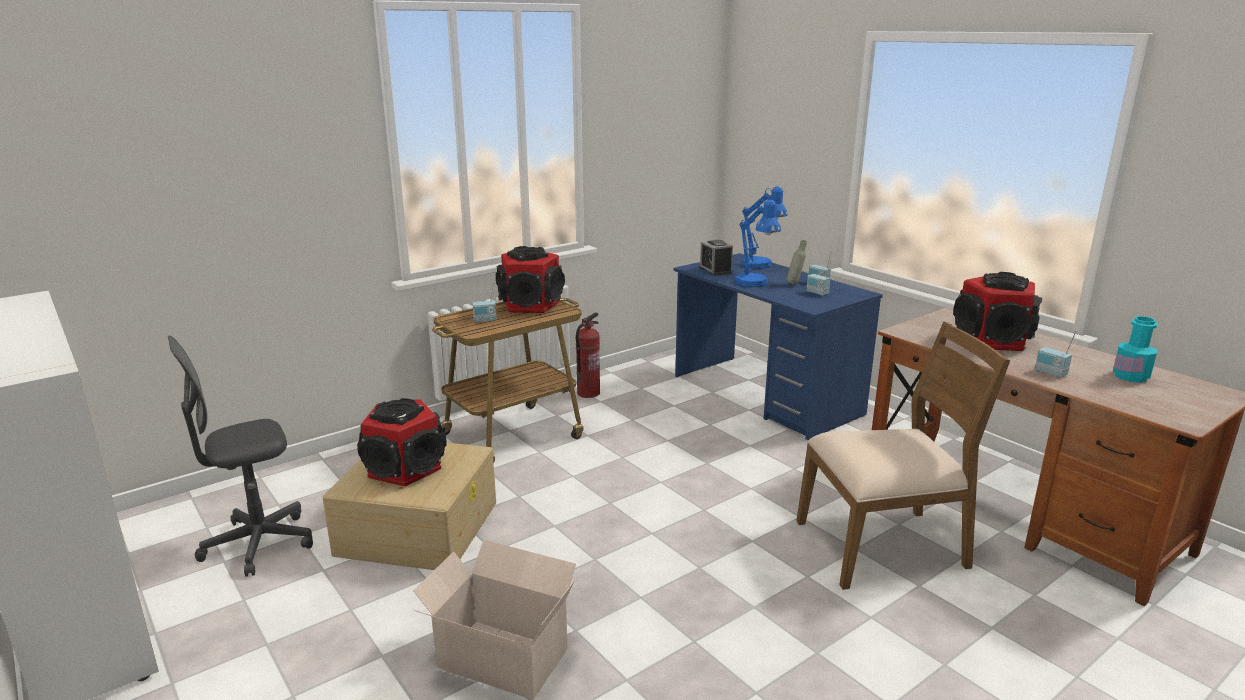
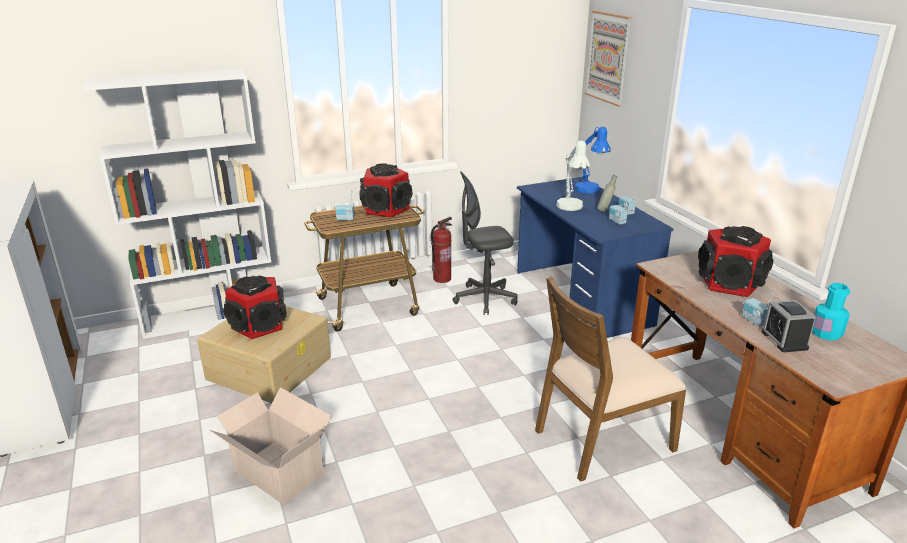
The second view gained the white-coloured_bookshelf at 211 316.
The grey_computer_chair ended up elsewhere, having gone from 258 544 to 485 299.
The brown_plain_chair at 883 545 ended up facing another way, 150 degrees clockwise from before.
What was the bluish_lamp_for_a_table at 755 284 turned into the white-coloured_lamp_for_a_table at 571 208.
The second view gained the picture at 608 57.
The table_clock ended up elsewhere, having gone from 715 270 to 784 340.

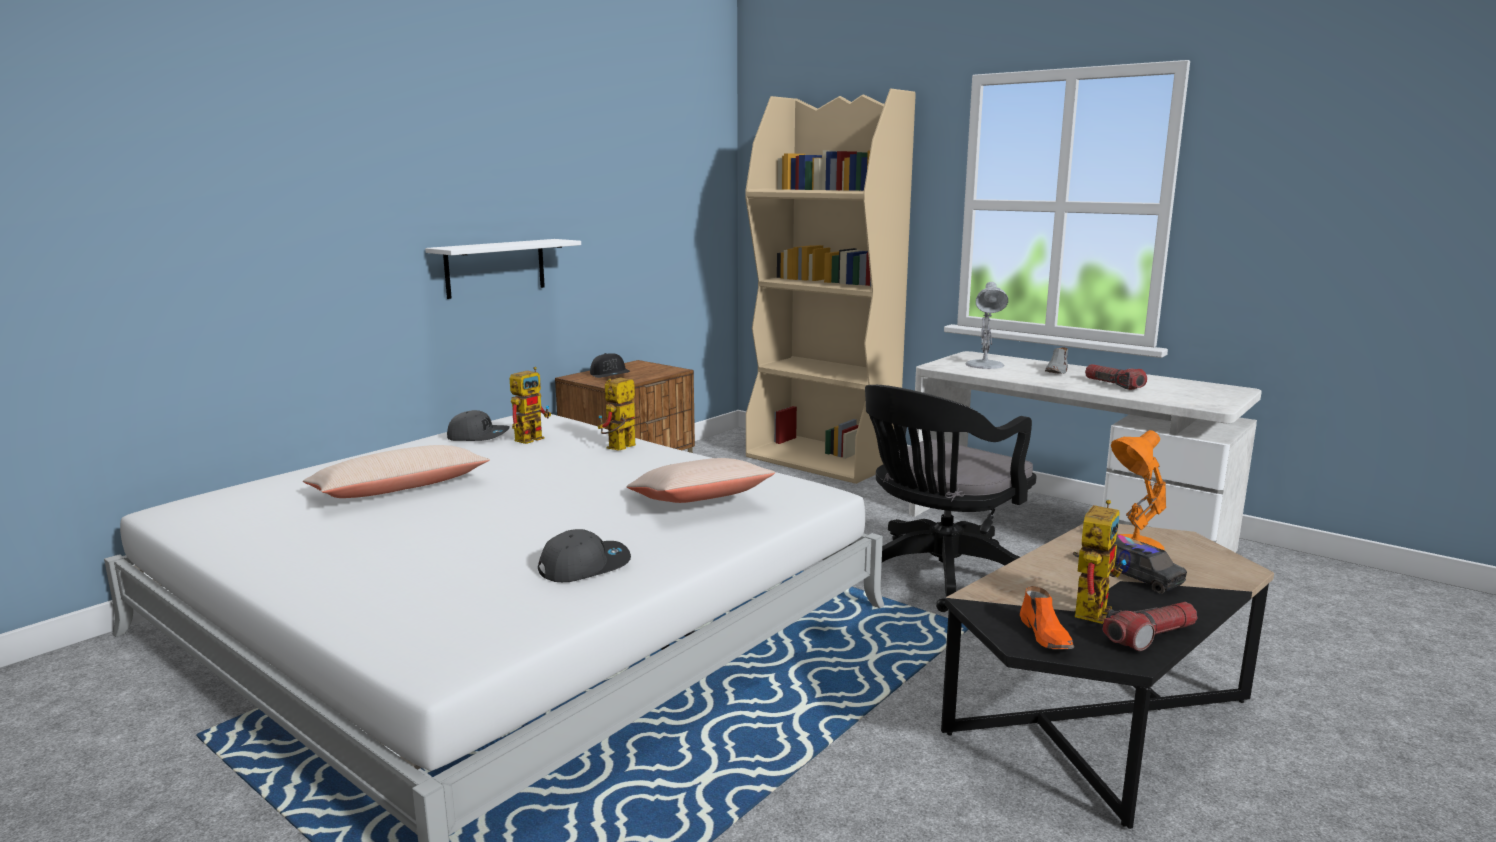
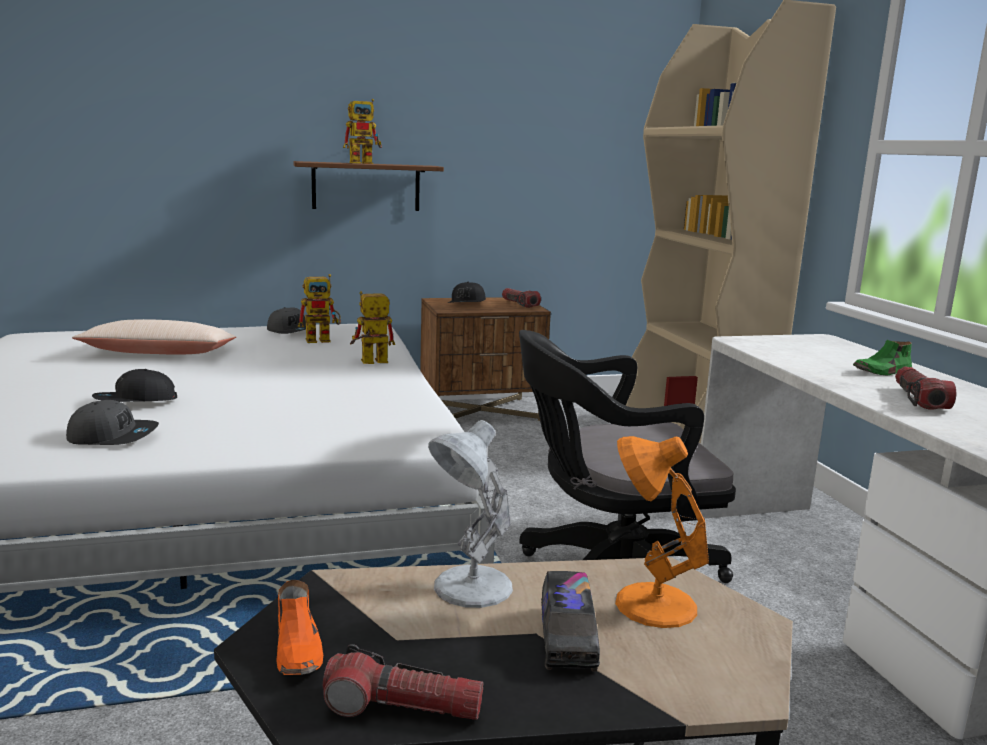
The second view gained the black_baseball_cap at 135 401.
The orange_shoe at 1046 636 ended up facing another way, 45 degrees counterclockwise from before.
What was the white-coloured_wall_shelf at 495 268 turned into the brown_wall_shelf at 366 186.
The toy_robot ended up elsewhere, having gone from 1090 607 to 366 163.
The white-coloured_lamp_for_a_table ended up elsewhere, having gone from 985 365 to 470 588.
The second view gained the torch at 519 304.
What was the grey_shoe at 1057 371 turned into the green-coloured_shoe at 882 371.
The second view lost the beige-coloured_cushion at 699 502.

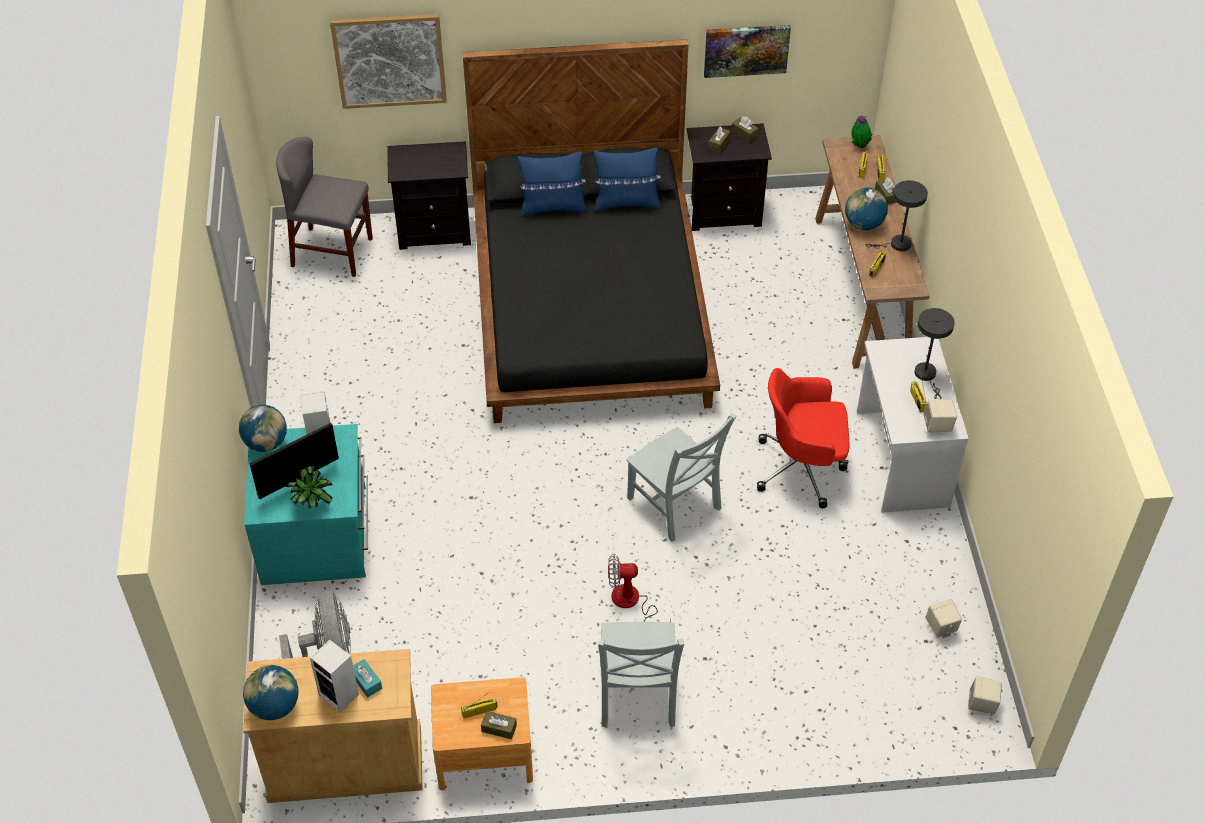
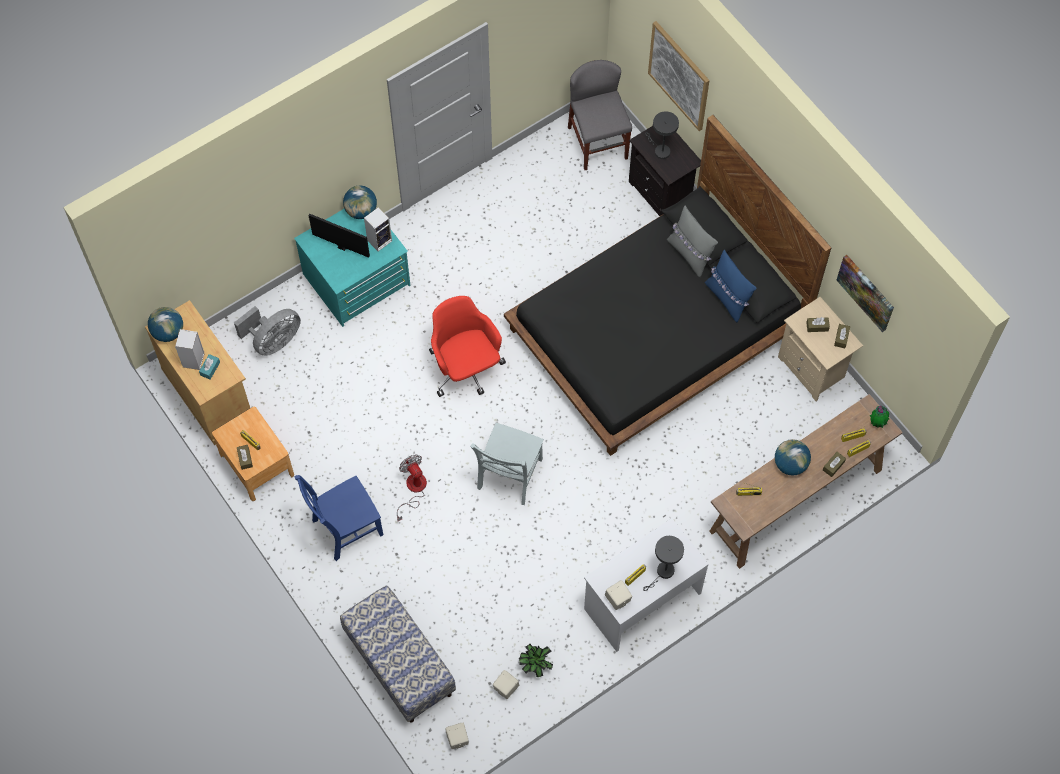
What was the grey_plain_chair at 637 697 turned into the bluish_plain_chair at 344 528.
The second view gained the long_seat at 399 664.
The reddish_computer_chair ended up elsewhere, having gone from 802 468 to 466 368.
The potted_plant ended up elsewhere, having gone from 313 505 to 534 665.
The grey_lamp_for_a_table ended up elsewhere, having gone from 897 245 to 660 150.
What was the bluish_cushion at 553 208 turned into the grey_cushion at 690 254.
What was the black_night_table at 724 212 turned into the beige-coloured_night_table at 813 368.

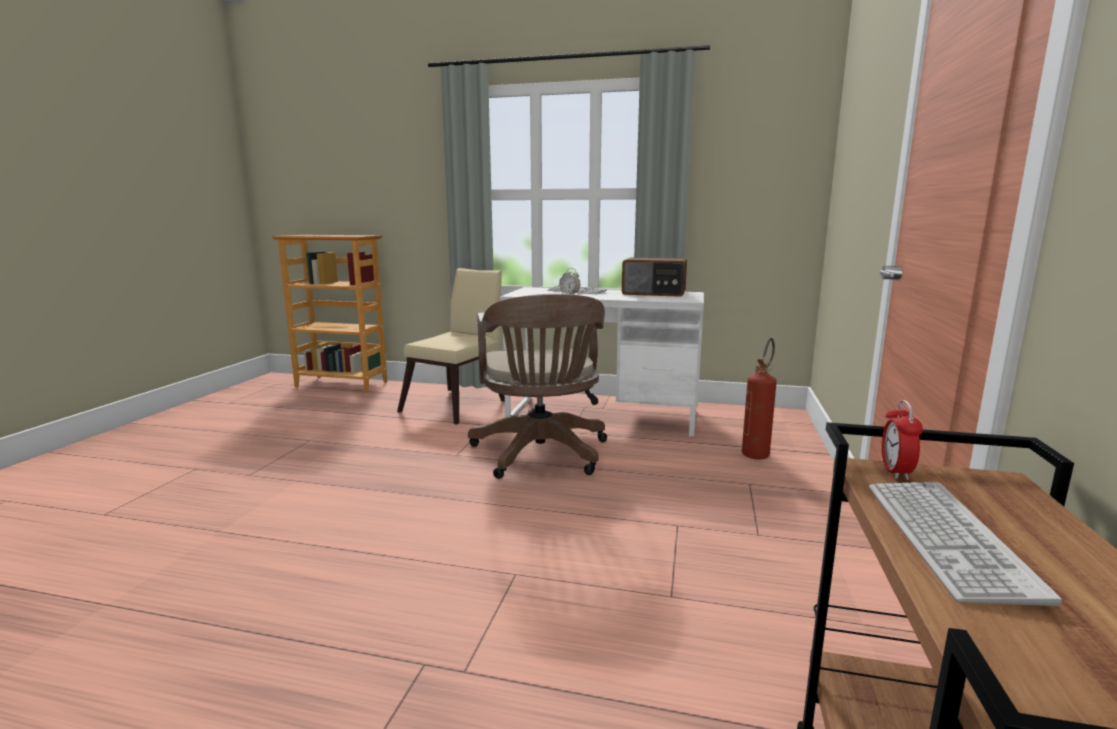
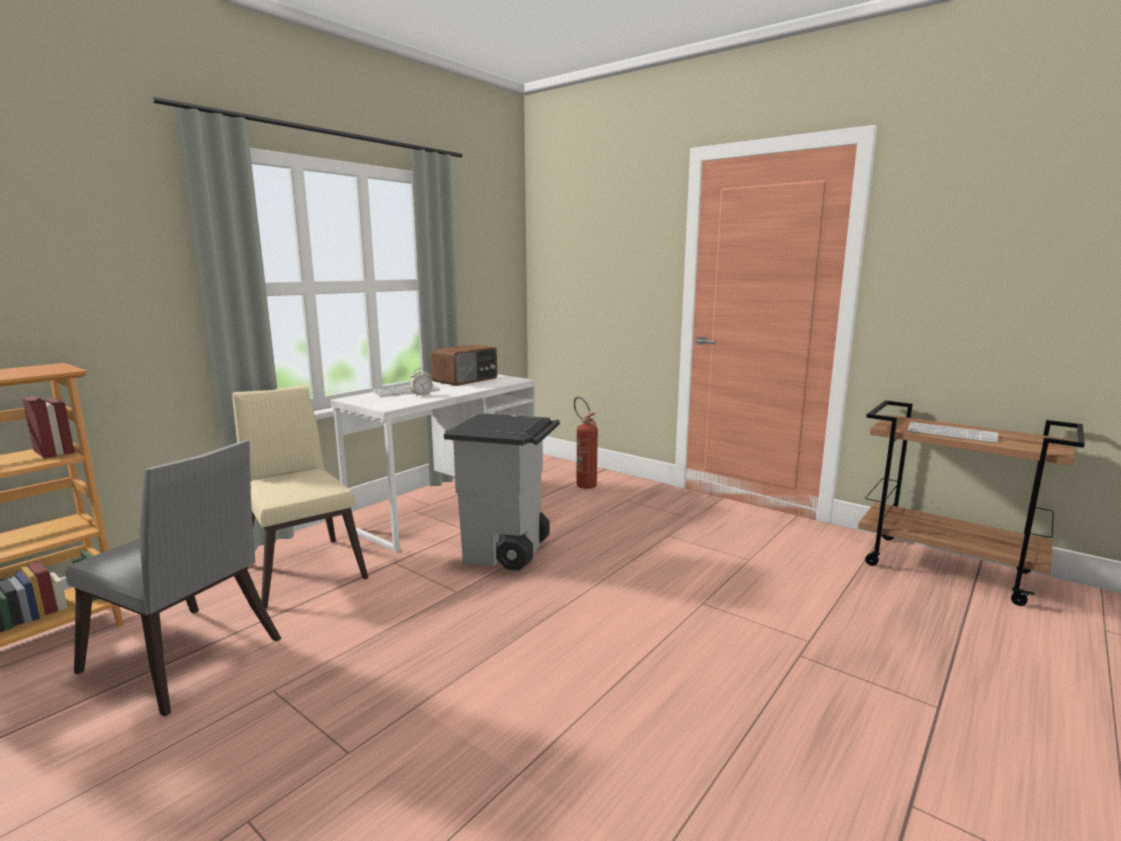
The second view gained the grey_plain_chair at 187 661.
Where the brown_computer_chair stood at 541 455, the grey_rubbish_bin came to stand at 506 552.
The second view lost the table_clock at 895 472.

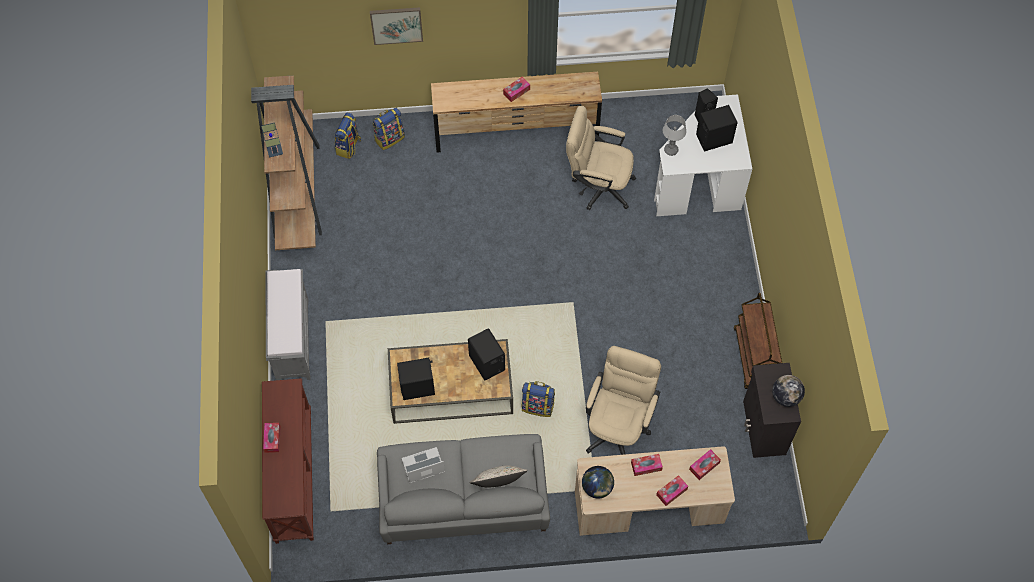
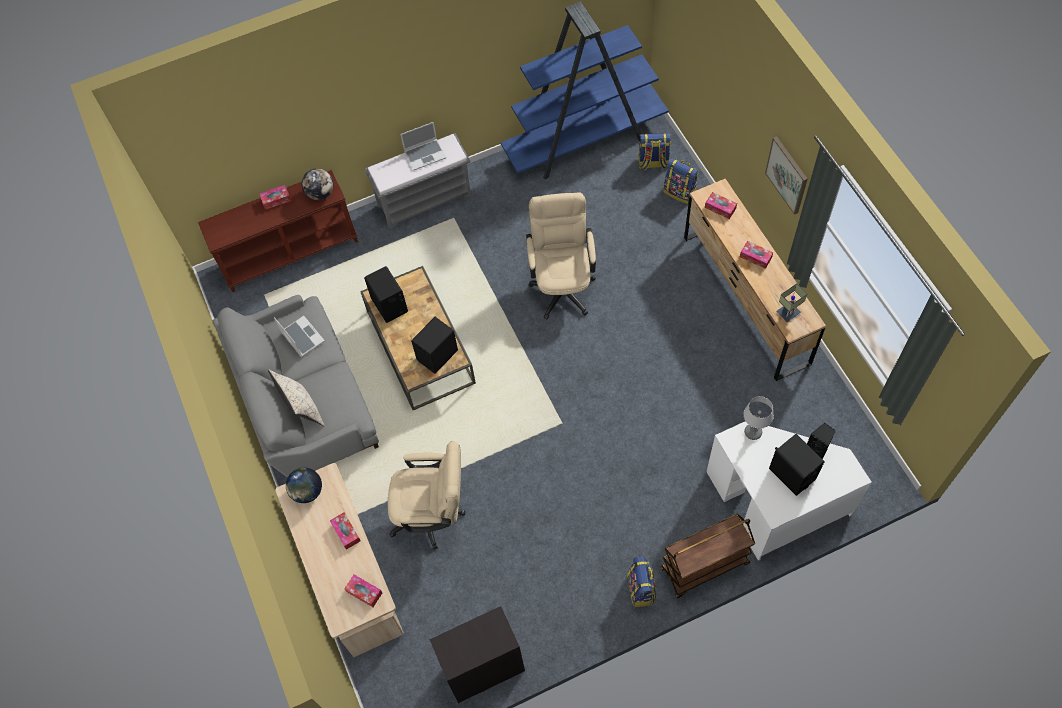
The world_globe ended up elsewhere, having gone from 785 397 to 320 193.
The second view gained the laptop at 425 154.
What was the brown_bookshelf at 296 189 turned into the bluish_bookshelf at 585 141.
The beige-coloured_computer_chair ended up elsewhere, having gone from 598 185 to 562 284.
The backpack ended up elsewhere, having gone from 538 406 to 641 589.
The brown_cart ended up elsewhere, having gone from 753 358 to 704 567.
The tissue_holder ended up elsewhere, having gone from 671 492 to 720 208.
The picture ended up elsewhere, having gone from 396 25 to 787 175.
The lamp_for_a_table ended up elsewhere, having gone from 273 149 to 788 311.

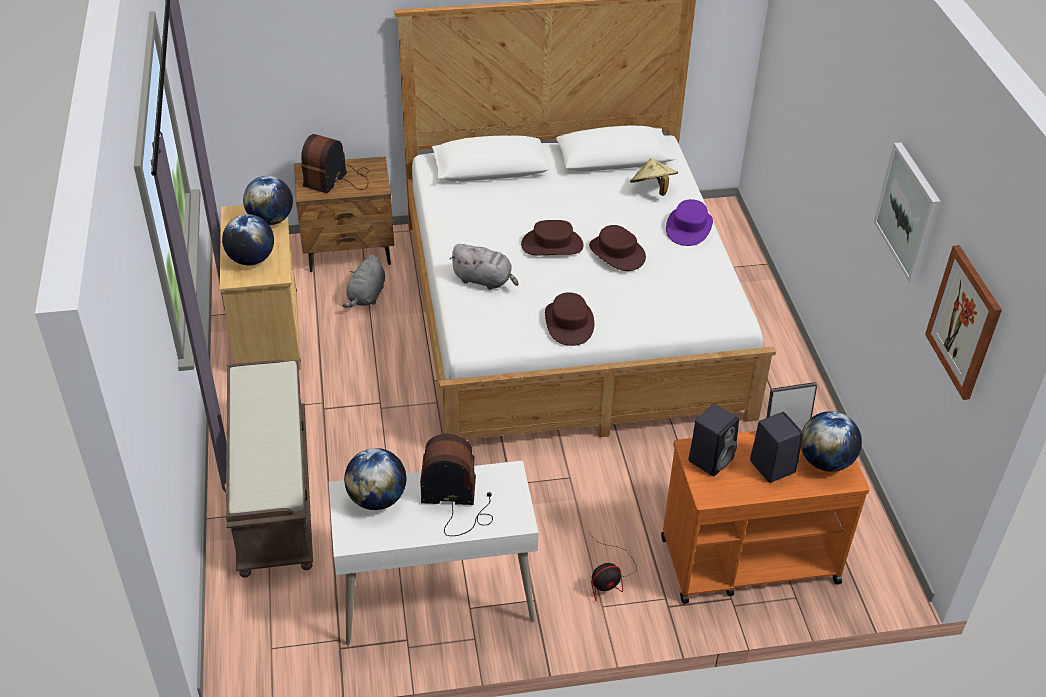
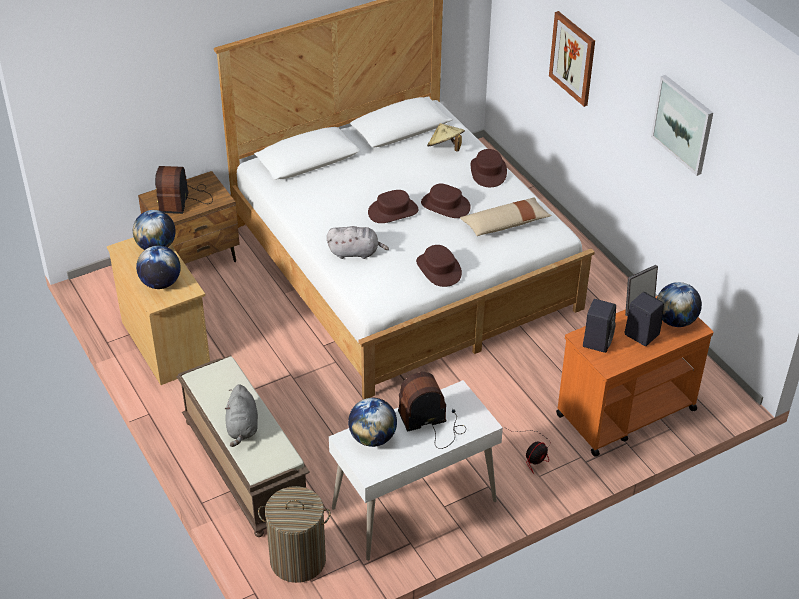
The grey_plush_toy ended up elsewhere, having gone from 366 296 to 242 427.
The second view gained the washing_basket at 297 560.
The second view gained the beige-coloured_cushion at 505 224.
What was the purple_wearable_hat at 689 227 turned into the brown_wearable_hat at 488 172.
The picture ended up elsewhere, having gone from 964 322 to 573 58.

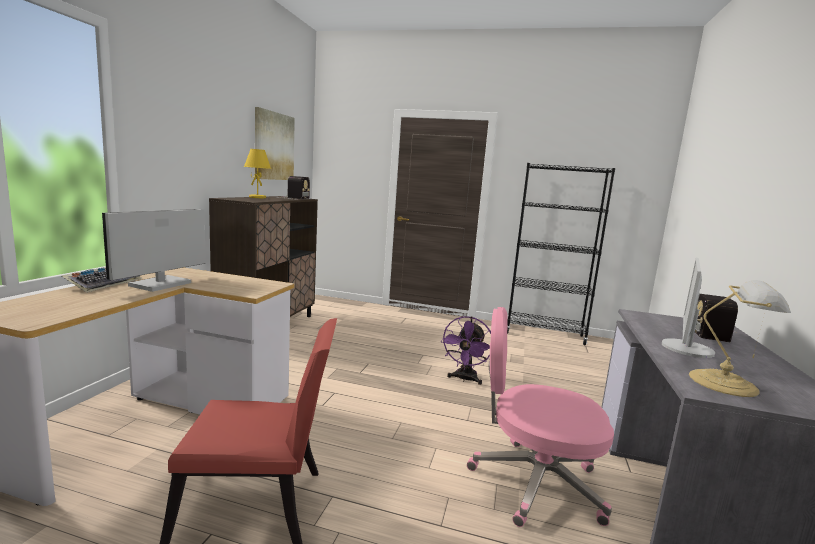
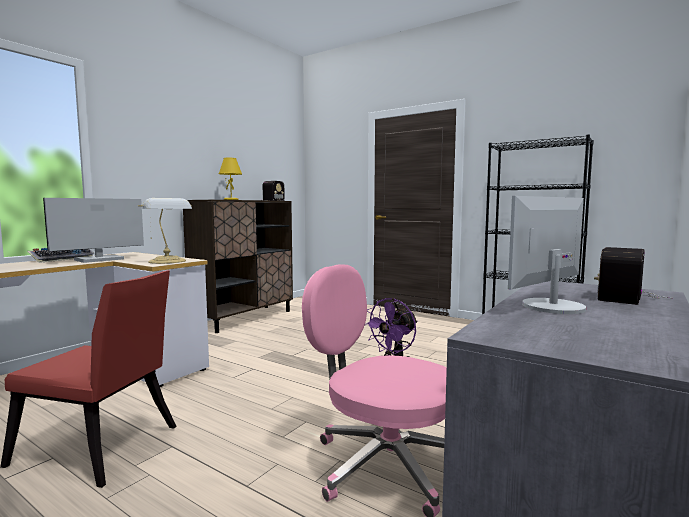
The lamp_for_a_table ended up elsewhere, having gone from 727 383 to 168 261.
The second view lost the picture at 273 146.

